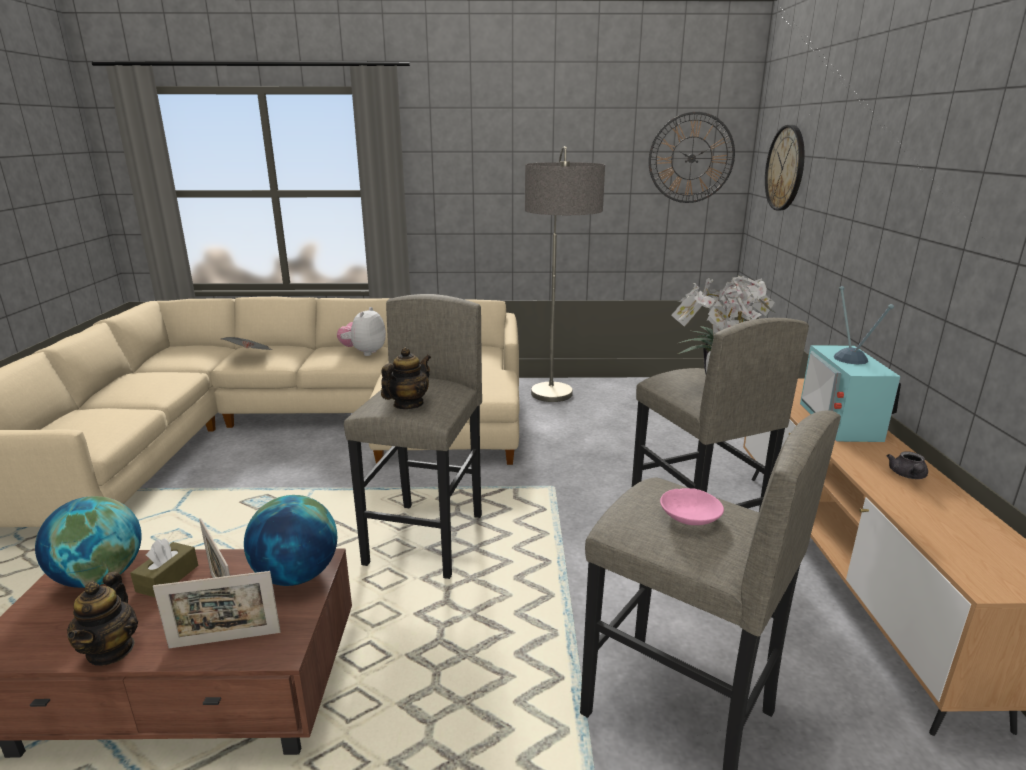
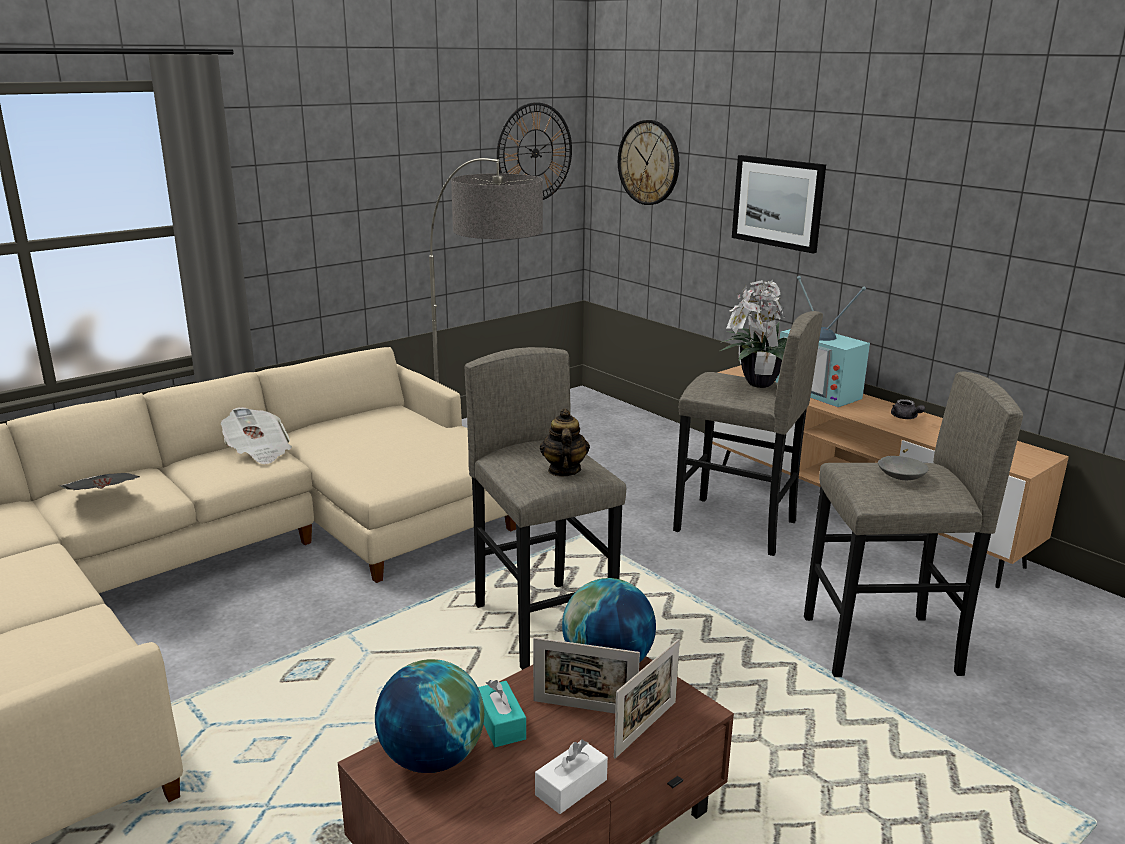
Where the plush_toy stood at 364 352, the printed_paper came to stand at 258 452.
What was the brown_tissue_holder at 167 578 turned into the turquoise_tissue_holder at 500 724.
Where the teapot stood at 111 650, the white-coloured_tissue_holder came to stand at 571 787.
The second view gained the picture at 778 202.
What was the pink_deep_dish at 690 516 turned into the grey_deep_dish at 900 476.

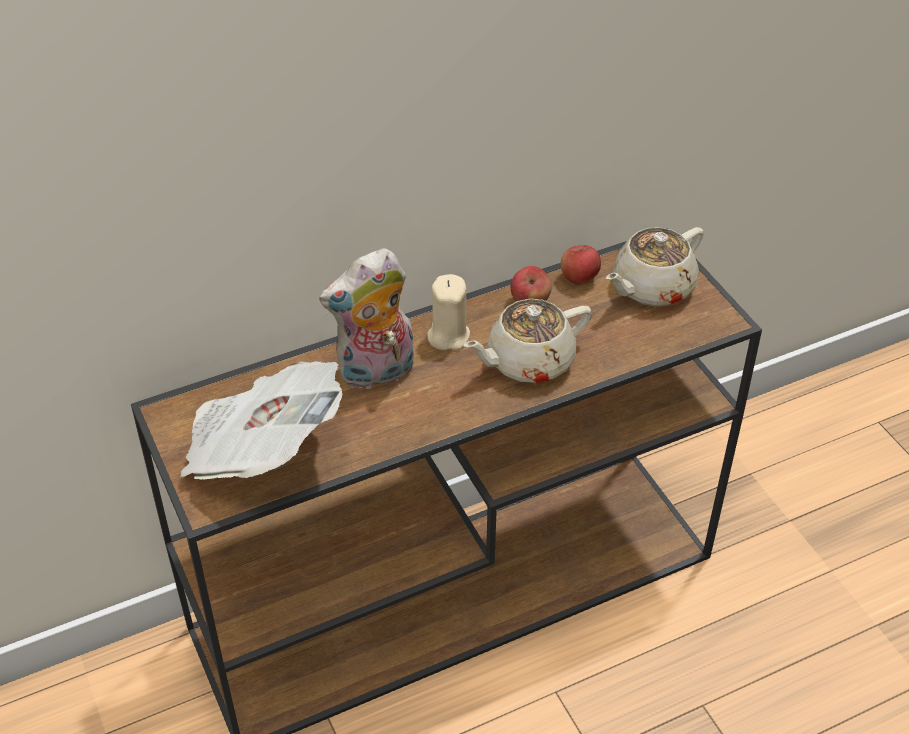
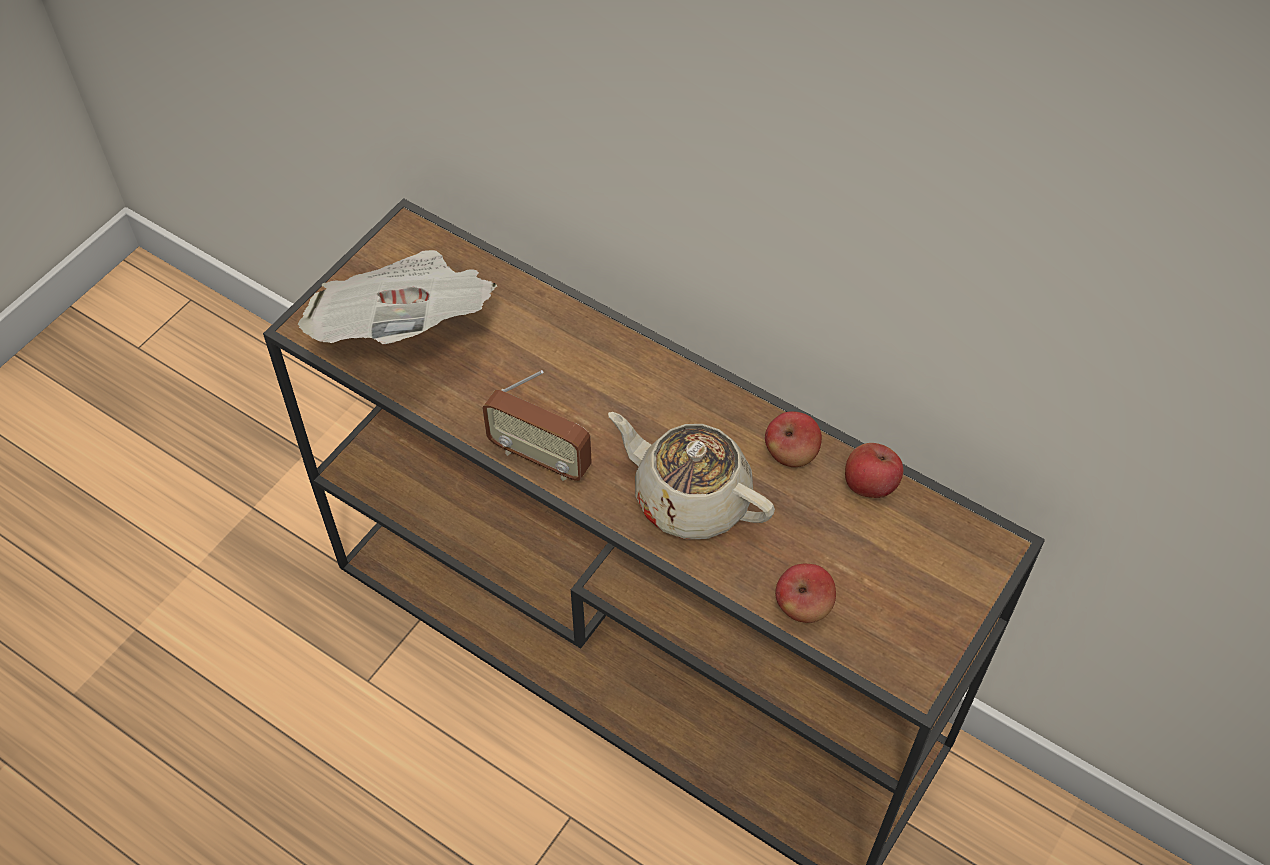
The second view gained the radio_set at 540 458.
The second view gained the apple at 803 606.
The second view lost the plush_toy at 376 373.
The second view lost the beige-coloured_wax_light at 448 336.
The second view lost the beige-coloured_teapot at 651 287.

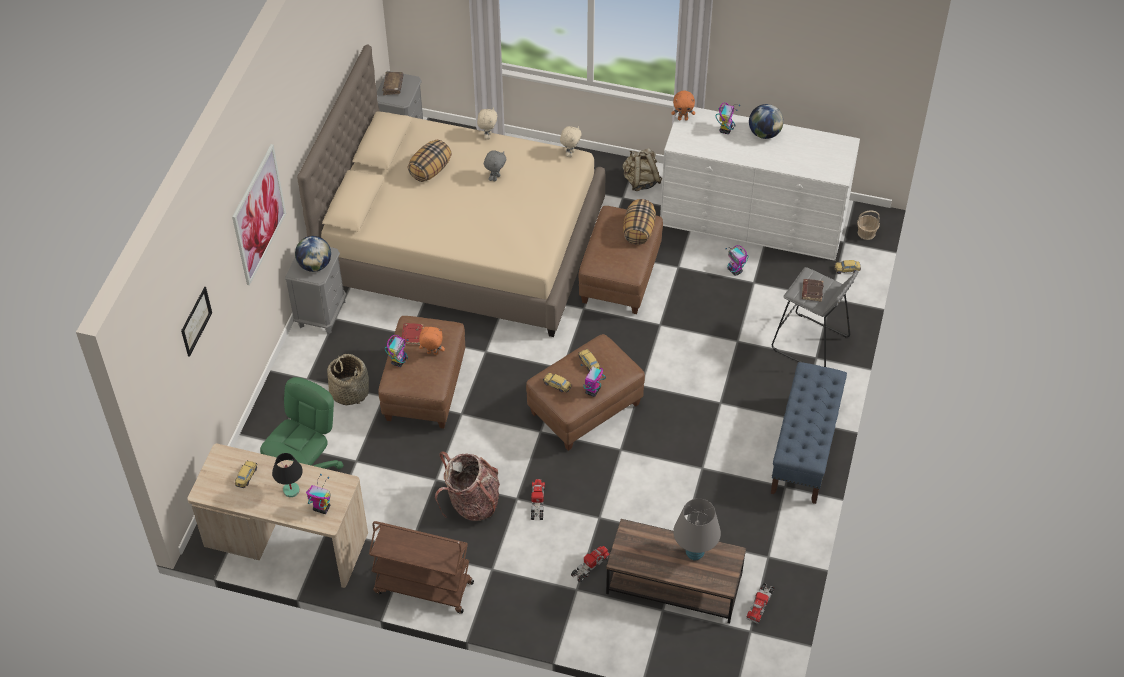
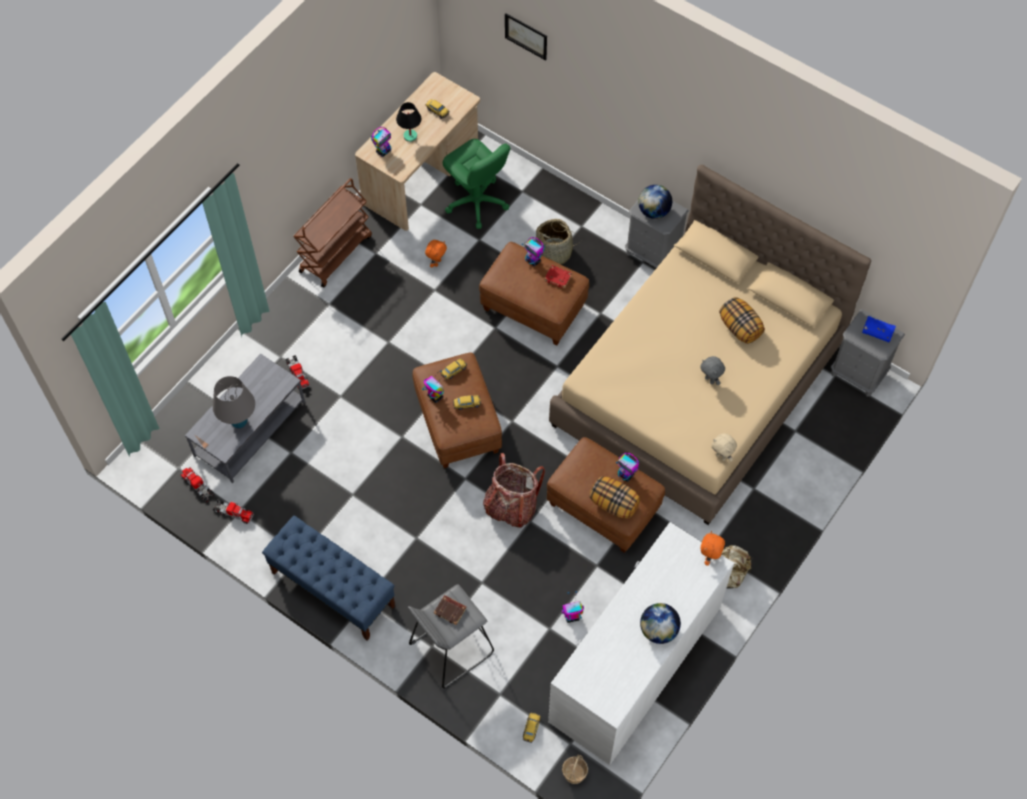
What was the brown_coffee_table at 675 584 turned into the grey_coffee_table at 250 429.
The toy_lorry ended up elsewhere, having gone from 537 502 to 233 513.
The orange_plush_toy ended up elsewhere, having gone from 432 353 to 436 262.
The backpack ended up elsewhere, having gone from 472 503 to 511 506.
The toy_robot ended up elsewhere, having gone from 725 129 to 626 475.
What was the brown_book at 393 86 turned into the bluish_book at 877 332.
The second view lost the picture at 258 214.
The second view lost the beige-coloured_plush_toy at 487 136.

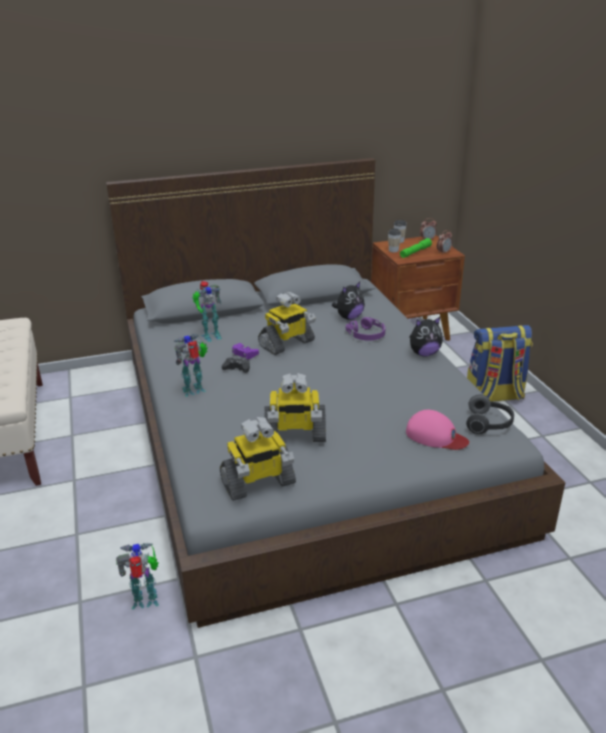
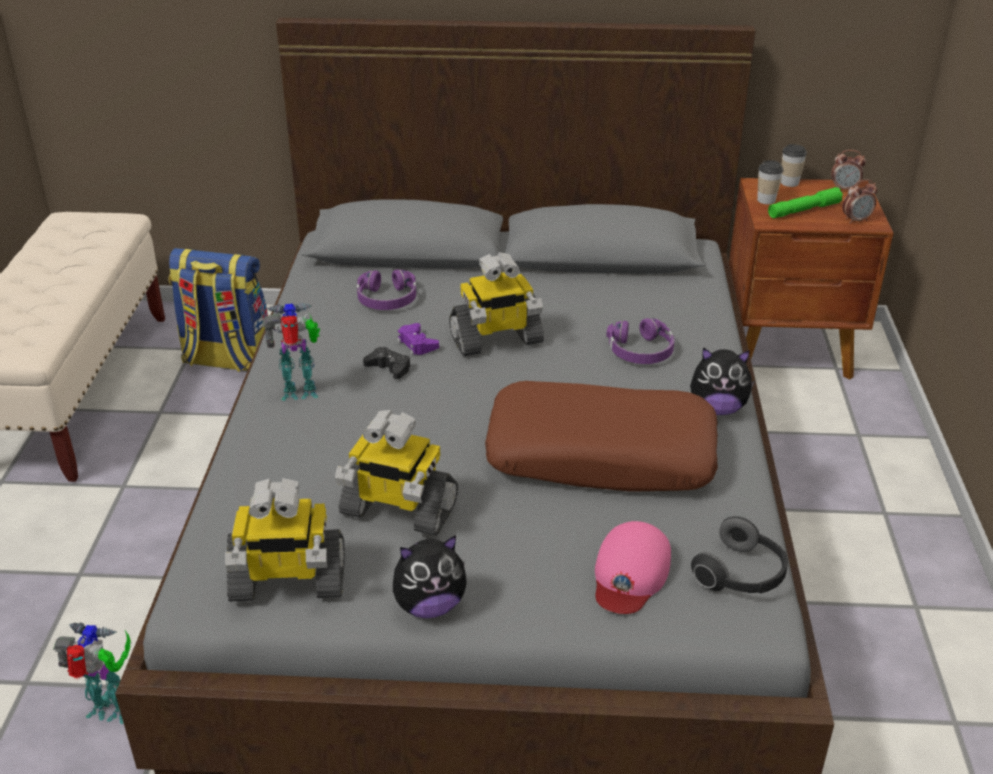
The backpack ended up elsewhere, having gone from 494 396 to 227 360.
Where the toy_robot stood at 210 335, the purple_headphones came to stand at 387 299.
The plush_toy ended up elsewhere, having gone from 349 317 to 429 605.
The second view gained the brown_cushion at 601 455.
The pink_baseball_cap at 435 436 ended up facing another way, 60 degrees clockwise from before.

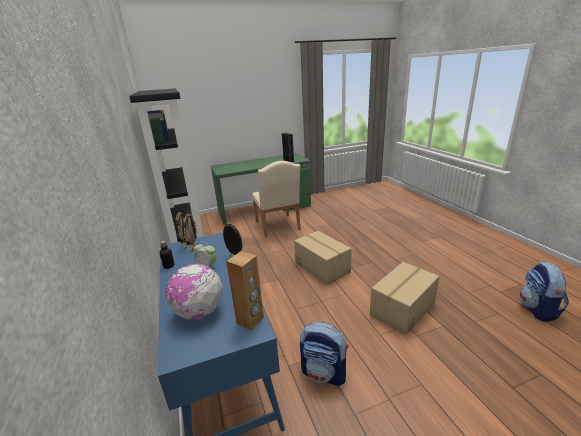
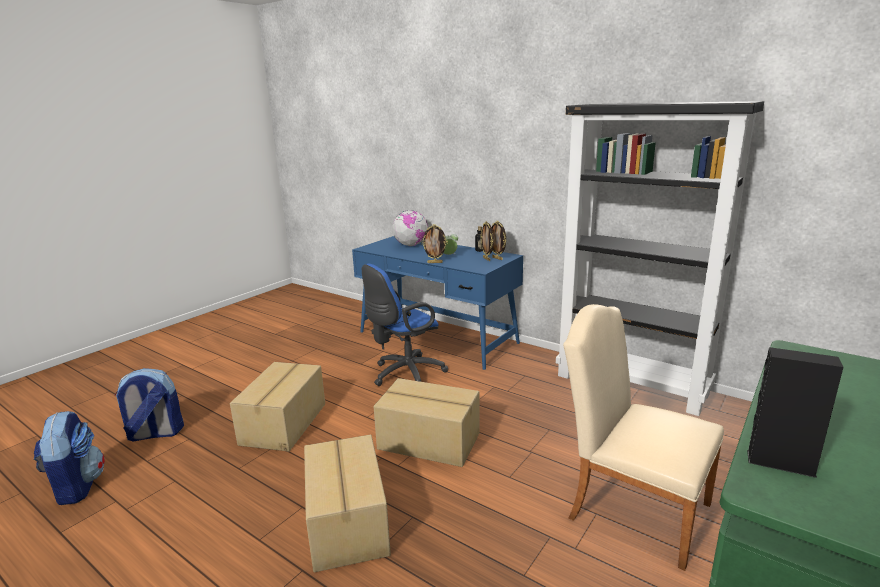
The backpack ended up elsewhere, having gone from 324 373 to 155 434.
The second view gained the packing_box at 346 522.
The second view gained the bluish_computer_chair at 404 374.
The second view lost the brown_speaker at 250 320.

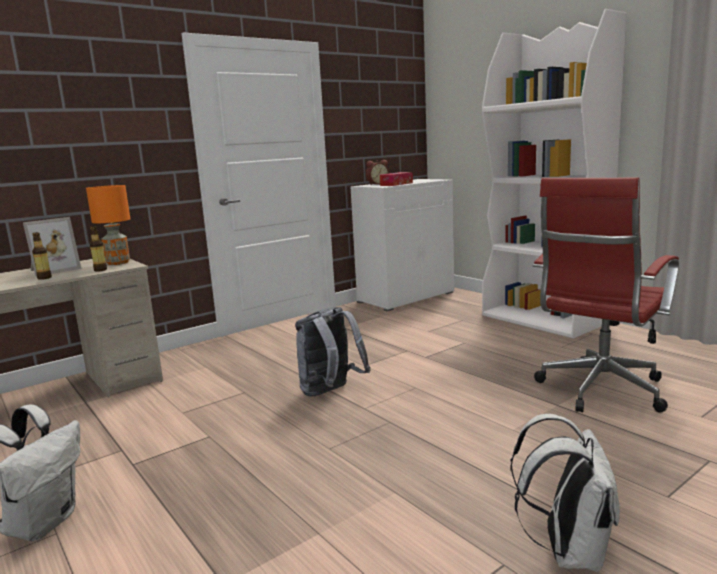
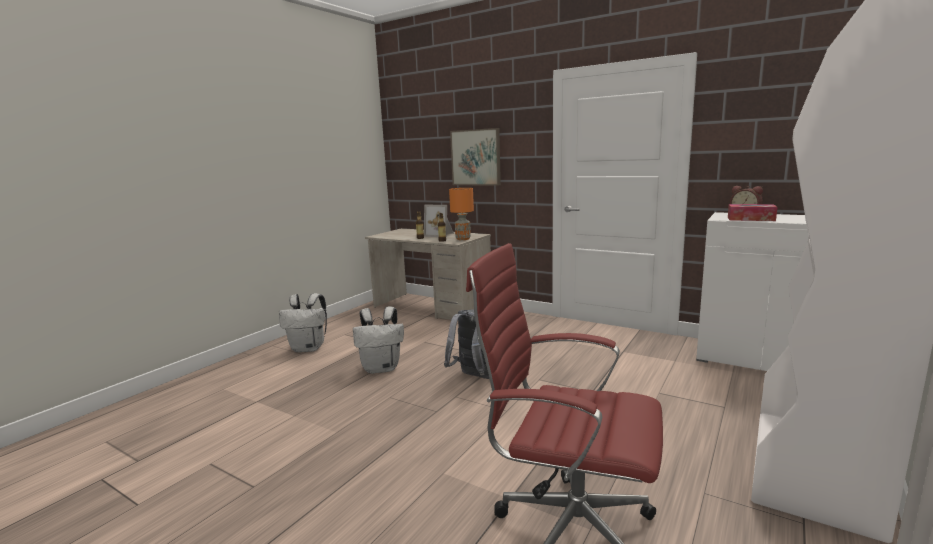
The white-coloured_backpack ended up elsewhere, having gone from 568 550 to 382 368.
The second view gained the picture at 476 157.

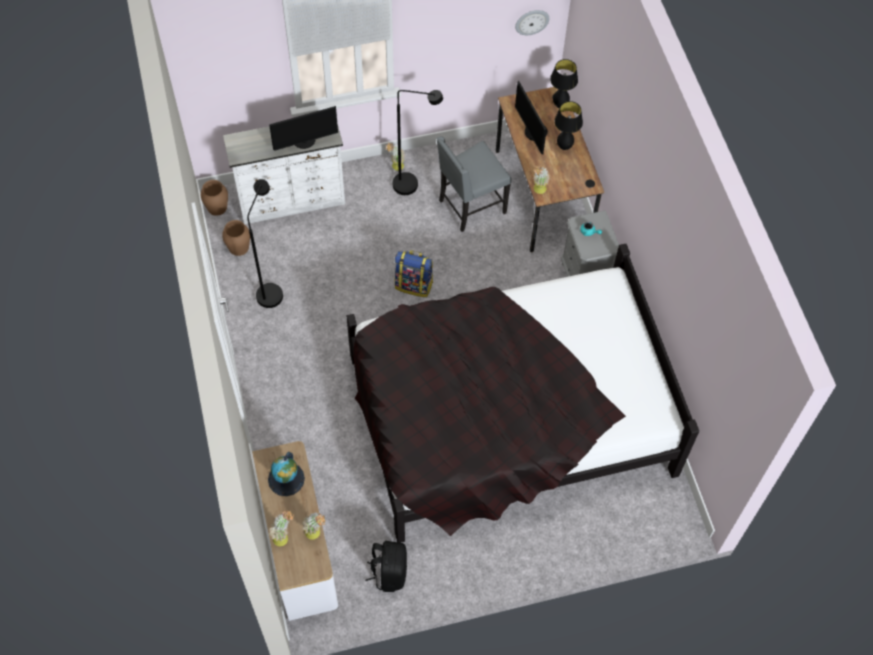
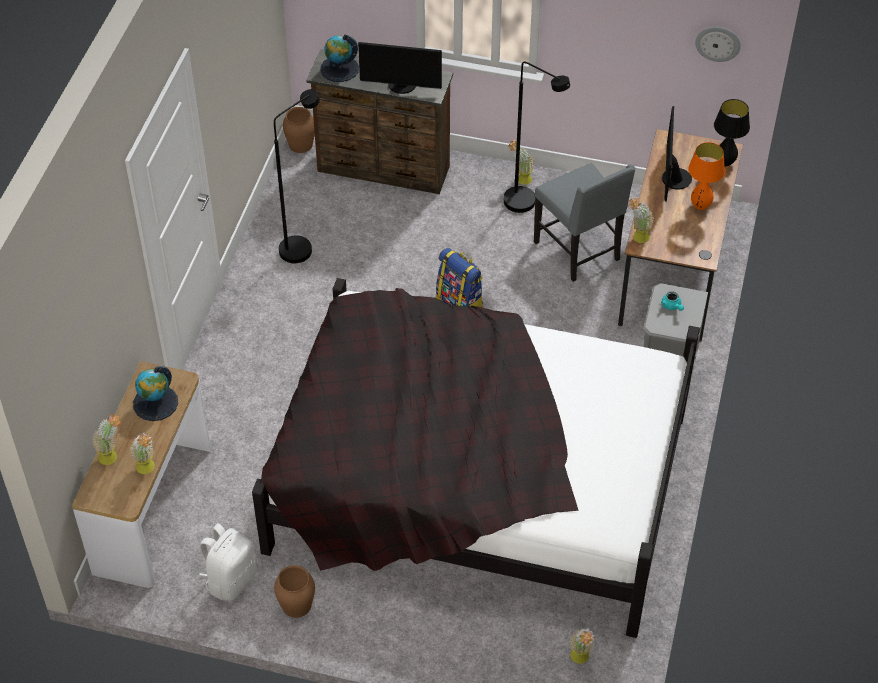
What was the black_backpack at 389 573 turned into the white-coloured_backpack at 231 580.
The brown_flower_vase ended up elsewhere, having gone from 238 247 to 296 605.
What was the white-coloured_drawer_chest at 292 202 turned into the brown_drawer_chest at 383 170.
The second view gained the world_globe at 339 69.
The grey_plain_chair at 470 207 ended up facing another way, 120 degrees counterclockwise from before.
The second view gained the potted_plant at 580 660.
What was the black_lamp_for_a_table at 564 147 turned into the orange_lamp_for_a_table at 700 206.

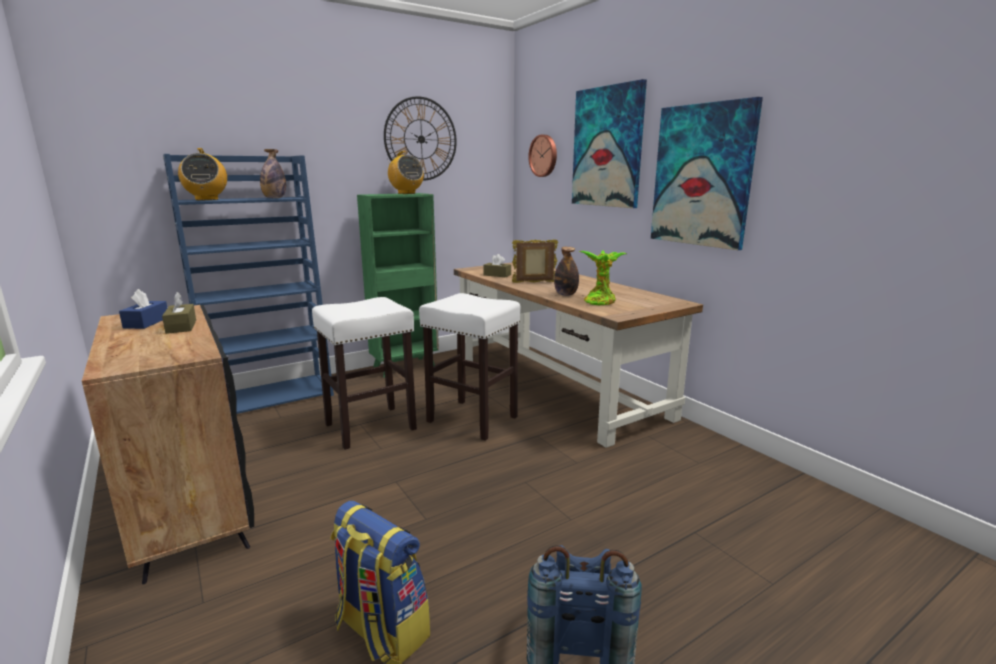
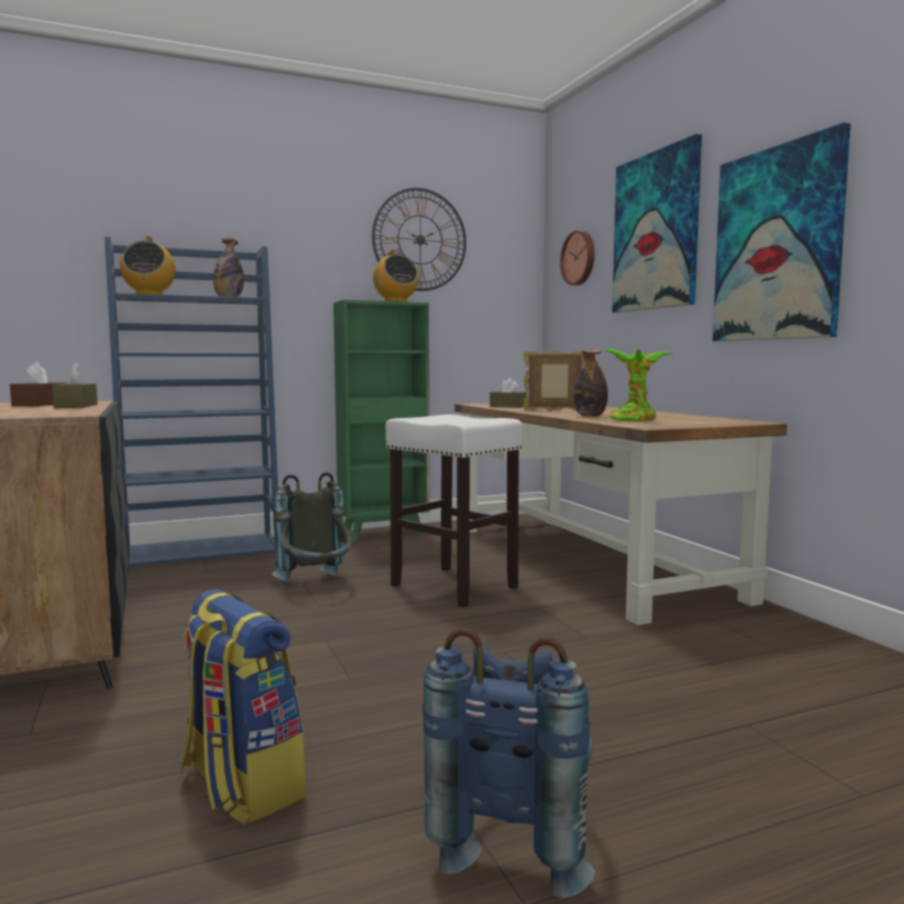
What was the bluish_tissue_holder at 146 322 turned into the brown_tissue_holder at 41 404.
Where the white-coloured_sitting_stool stood at 371 426, the grey_backpack came to stand at 316 585.

